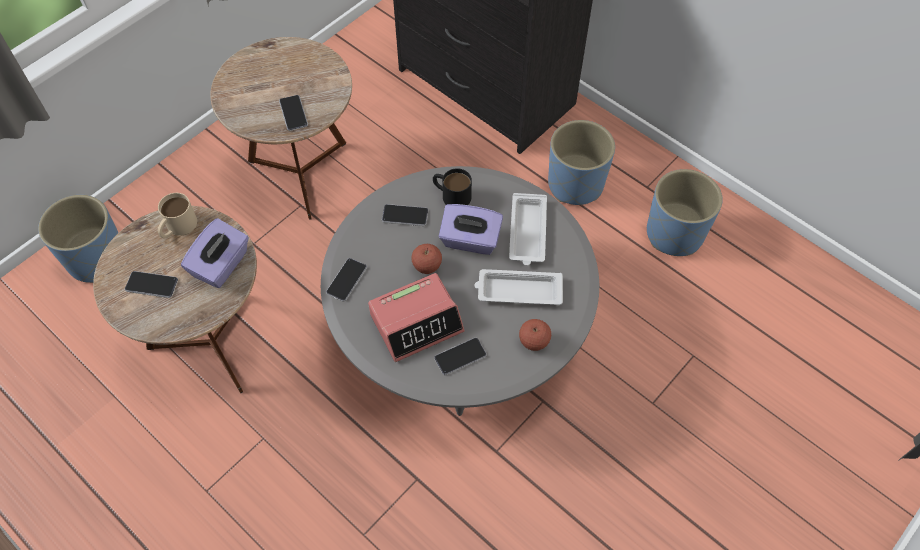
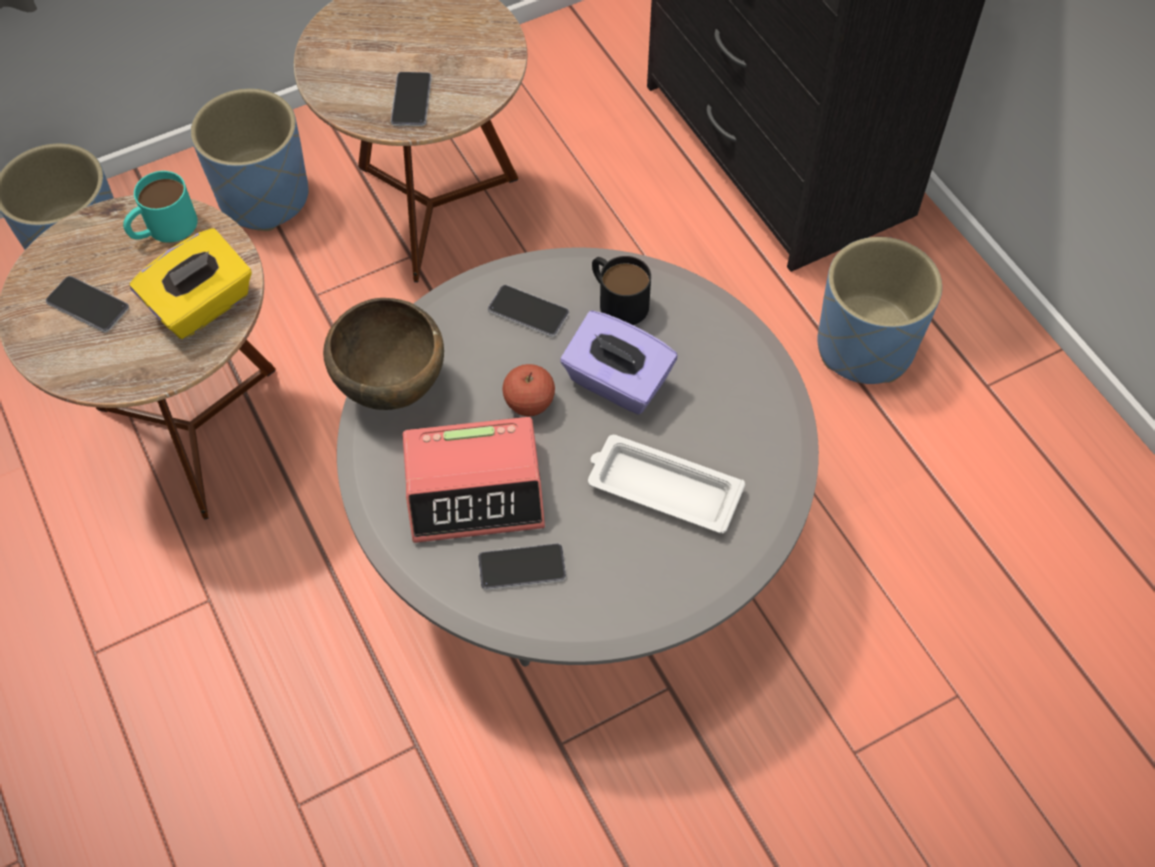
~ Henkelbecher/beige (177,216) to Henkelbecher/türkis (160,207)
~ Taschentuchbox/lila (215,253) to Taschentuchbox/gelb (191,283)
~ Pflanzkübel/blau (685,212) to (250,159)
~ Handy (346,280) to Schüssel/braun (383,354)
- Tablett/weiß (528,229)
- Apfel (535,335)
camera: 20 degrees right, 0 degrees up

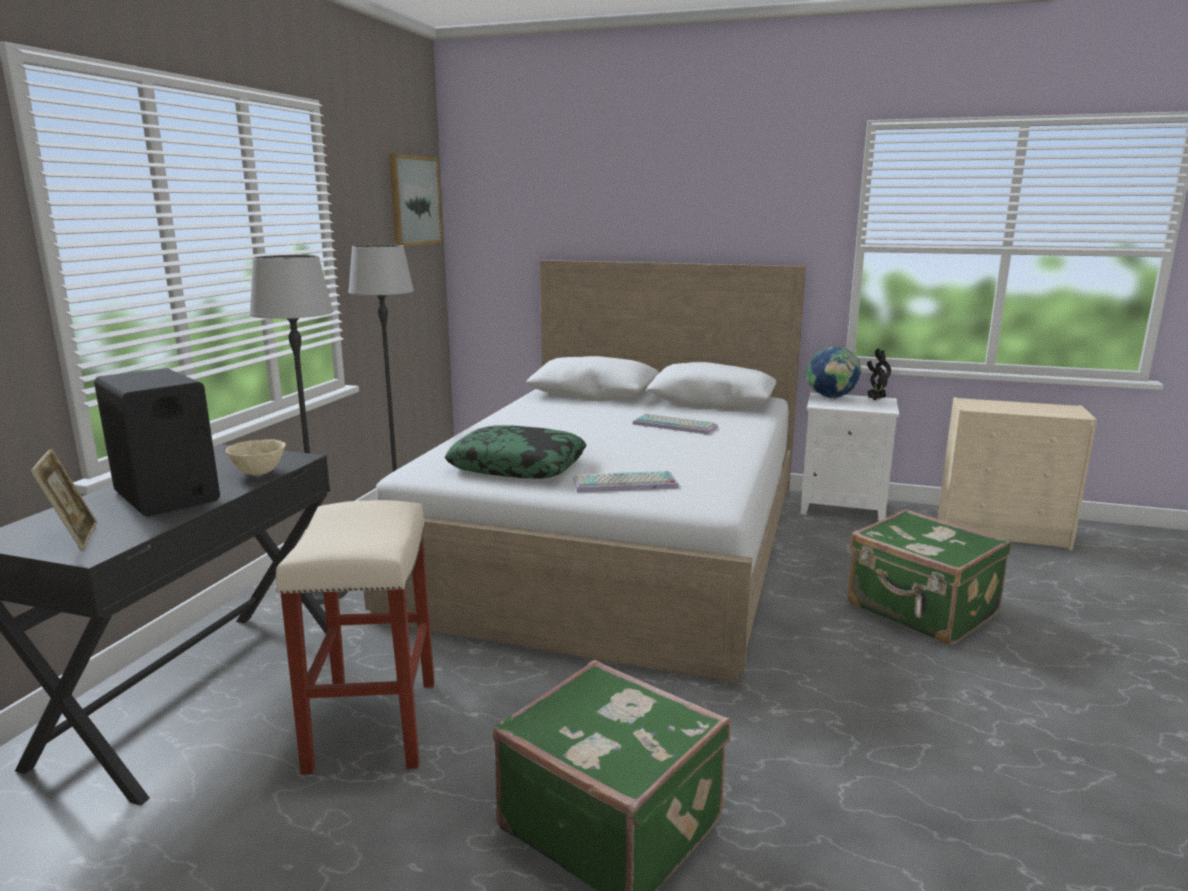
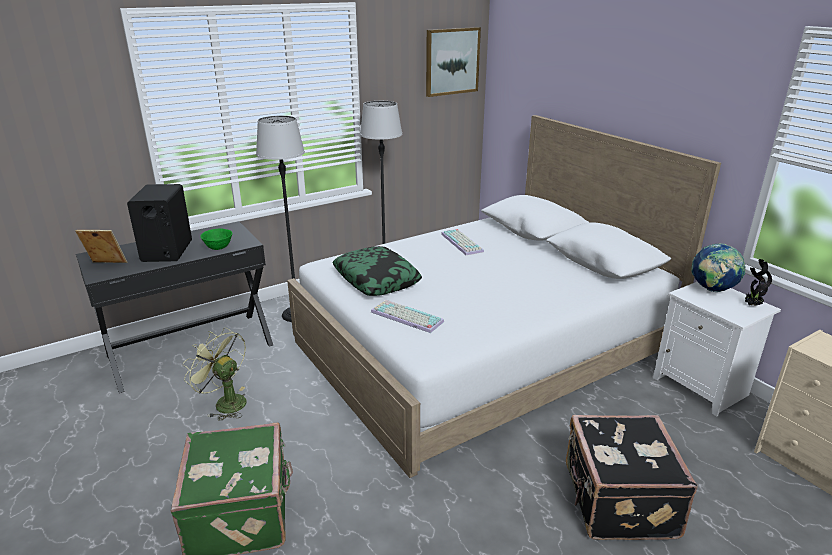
~ Bilderrahmen (64,499) = (101,246) 105 degrees counterclockwise
~ Hocker/beige (355,637) to Ventilator/grün (214,374)
~ Schüssel/beige (256,457) to Schüssel/grün (216,239)
~ Tastatur (675,424) to (462,242)
~ Koffer/grün (930,577) to Koffer/schwarz (631,477)
camera: 40 degrees right, 10 degrees up

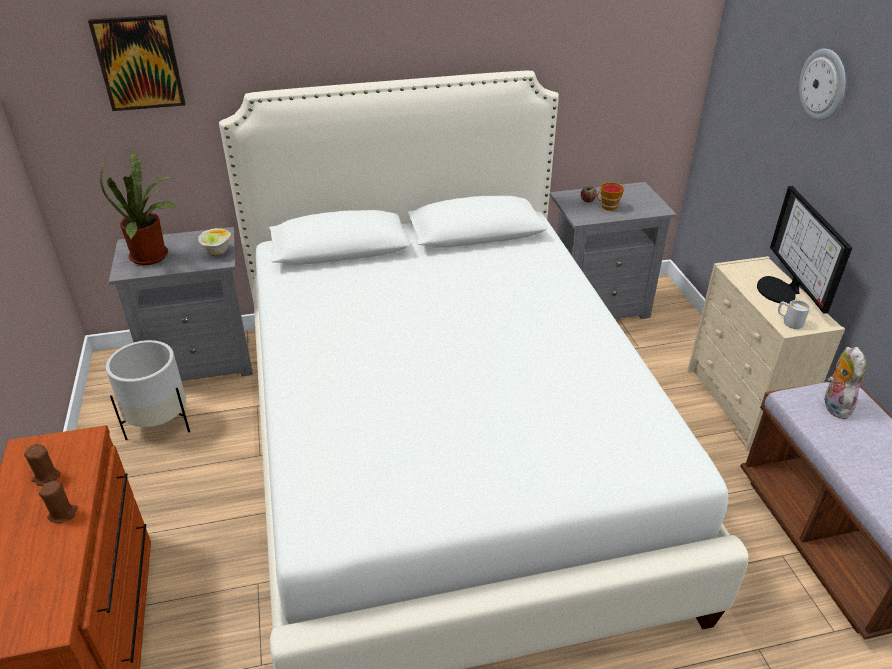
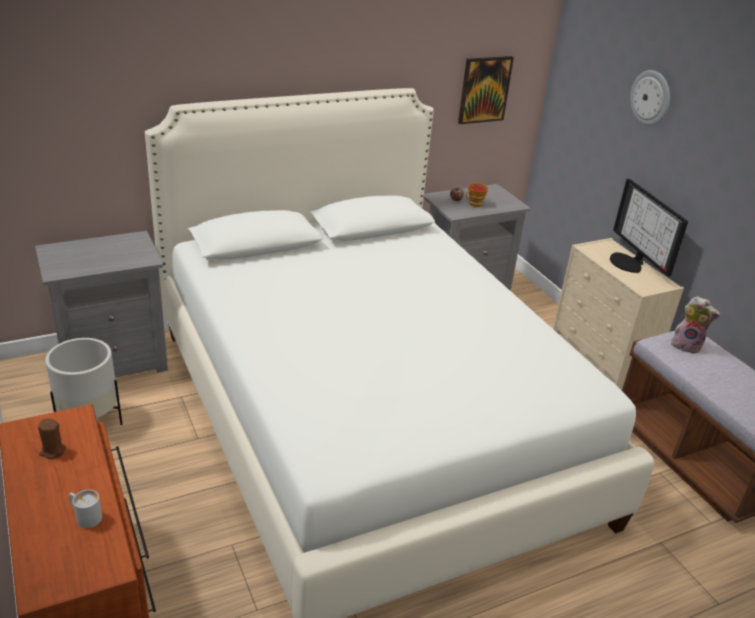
~ Henkelbecher/weiß (794,314) to (85,509)
~ Bild (137,63) to (486,90)
~ Plüschtier (845,383) = (695,325) 120 degrees clockwise
- Kerze/braun (58,502)
- Topfpflanze (138,208)
- Schüssel (214,242)
camera: 15 degrees left, 5 degrees down

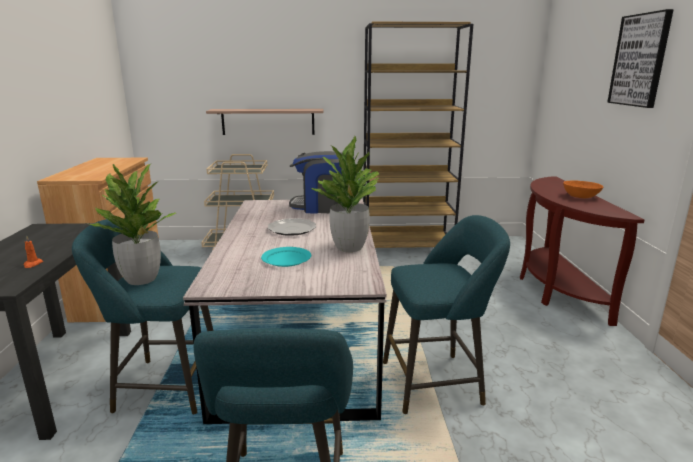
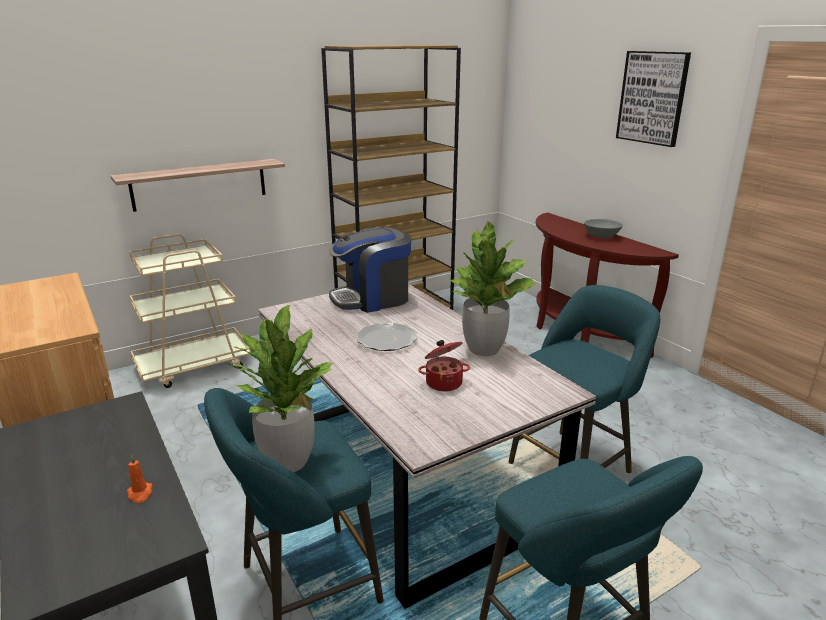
~ Teller/türkis (286,257) to Kochtopf (444,366)
~ Schüssel/orange (583,189) to Schüssel/grau (603,228)
camera: 30 degrees left, 5 degrees up

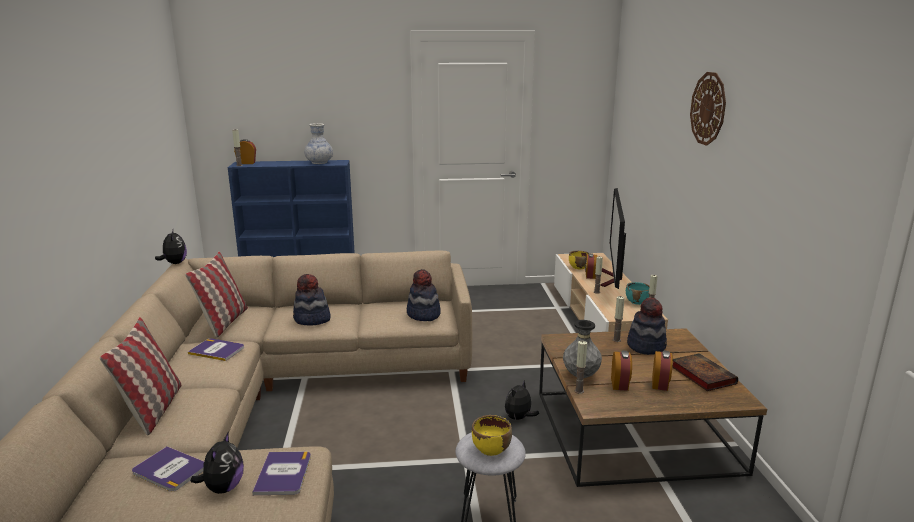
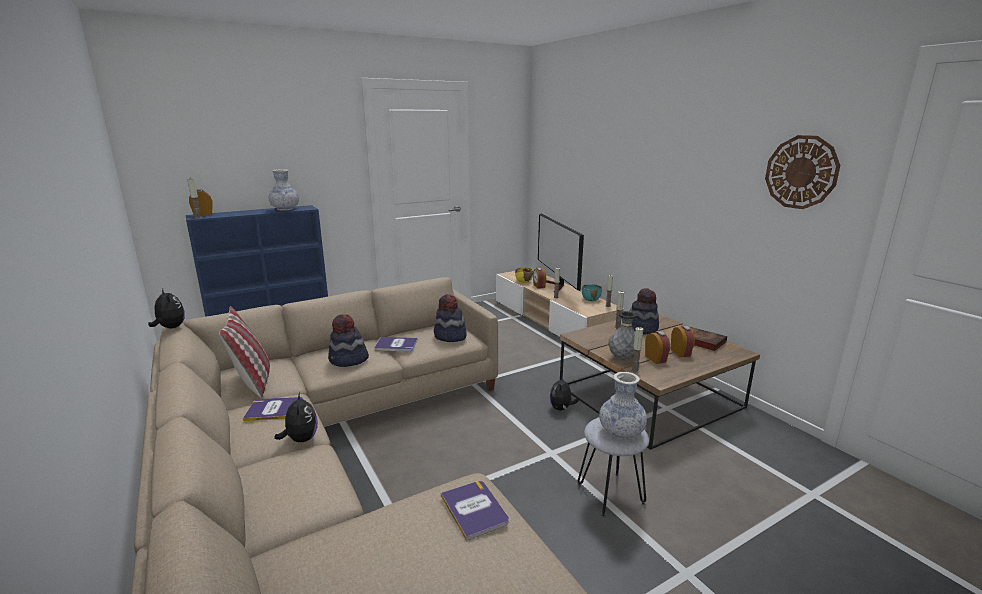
~ Plüschtier (217,462) to (296,417)
~ Buch (168,469) to (396,344)
~ Schüssel/gelb (492,435) to Vase (623,406)
~ Wanduhr (708,109) to (803,172)
- Kissen (140,376)
camera: 25 degrees left, 0 degrees up

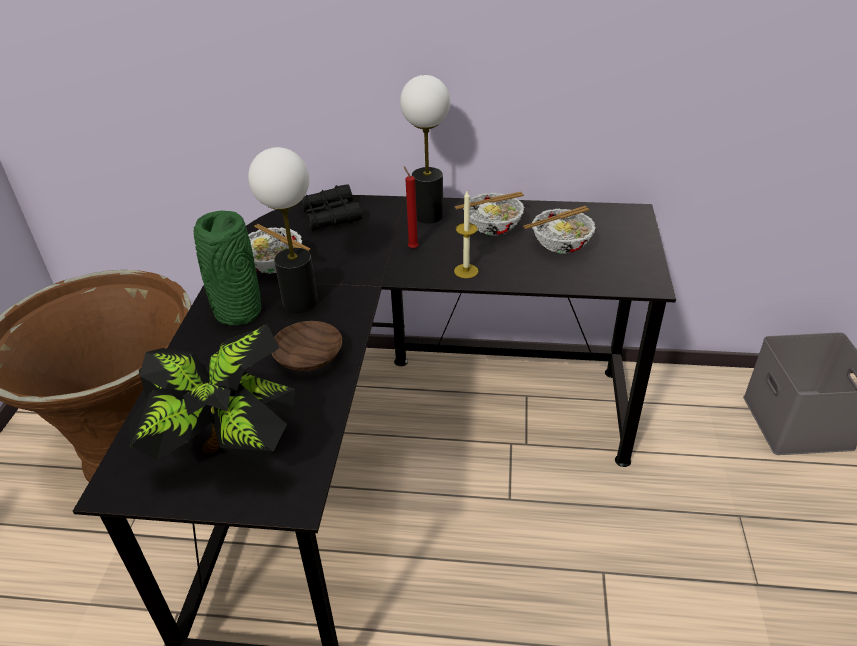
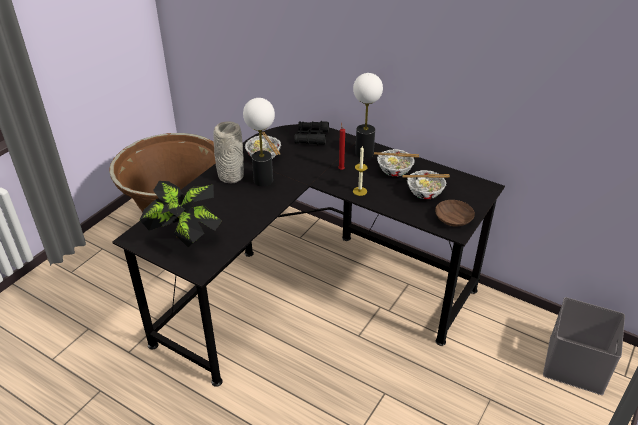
~ Vase/grün (227,268) to Vase/grau (228,152)
~ Schüssel/braun (306,346) to (455,213)
camera: 25 degrees right, 0 degrees up

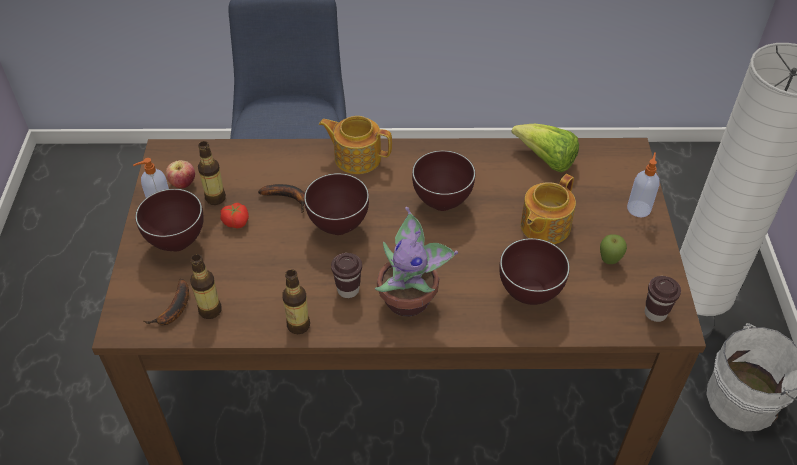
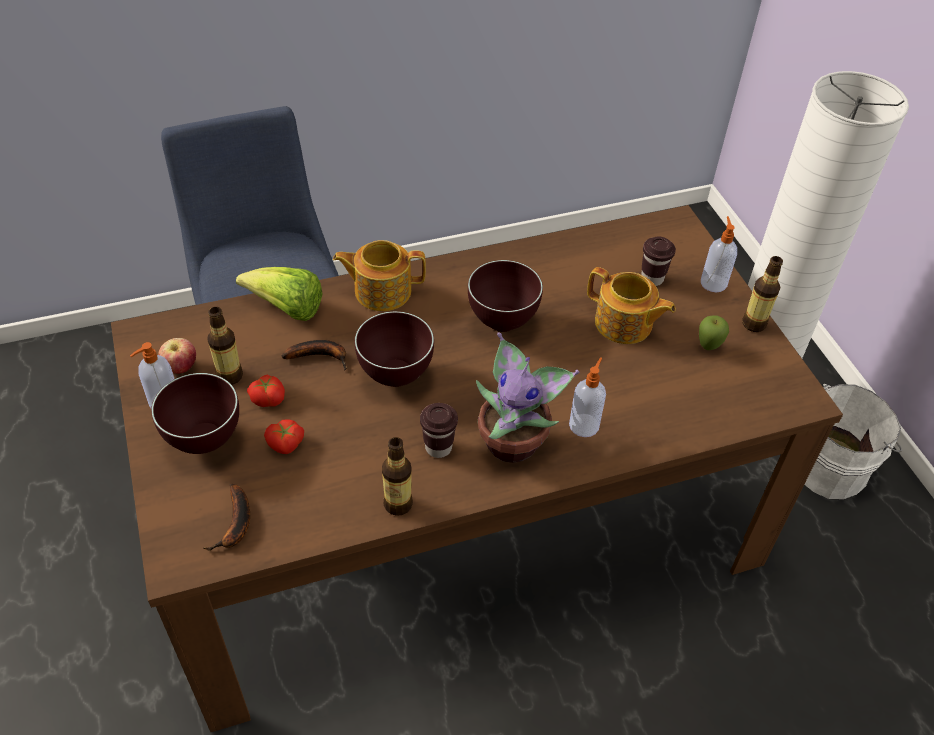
~ Salatkopf (545,148) to (279,294)
+ Tomate (284,436)
+ Seifenspender (587,397)
~ Teekanne (548,209) = (631,305) 75 degrees counterclockwise
~ Tasse/braun (663,299) to (658,261)
~ Flasche (206,286) to (762,294)
- Schüssel/braun (534,271)
camera: 20 degrees left, 0 degrees up

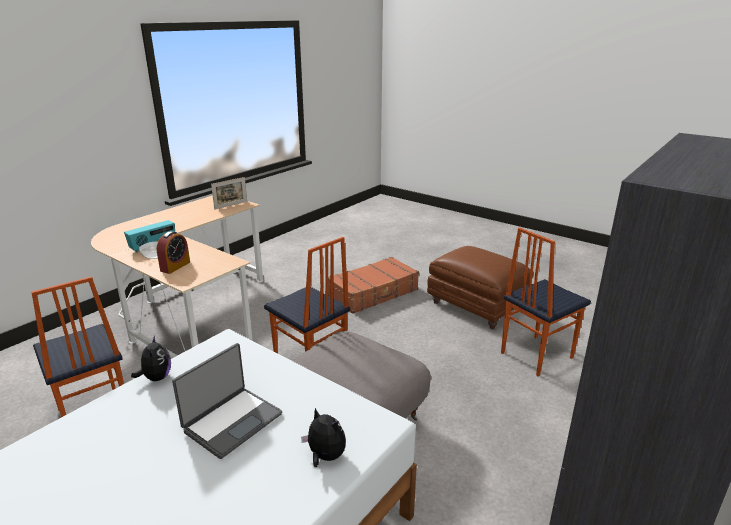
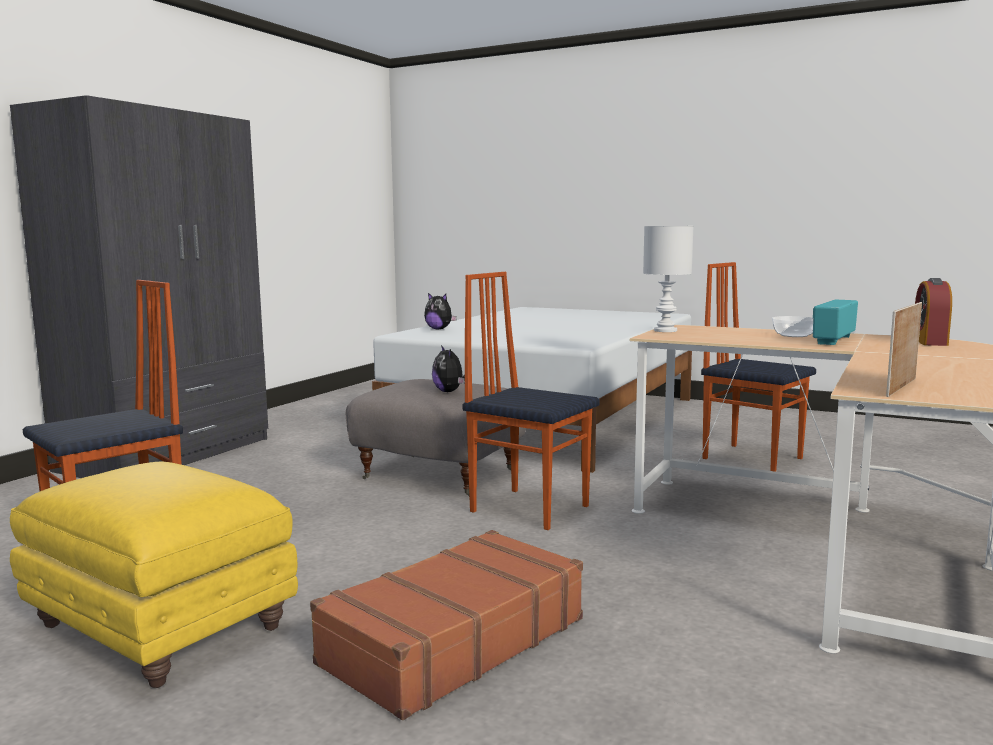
~ Polsterhocker/braun (480,287) to Polsterhocker/gelb (154,574)
~ Plüschtier (151,358) to (448,368)
+ Tischlampe/weiß (668,279)
~ Wecker (173,252) to (933,312)
- Laptop (227,401)
camera: 170 degrees right, 15 degrees down

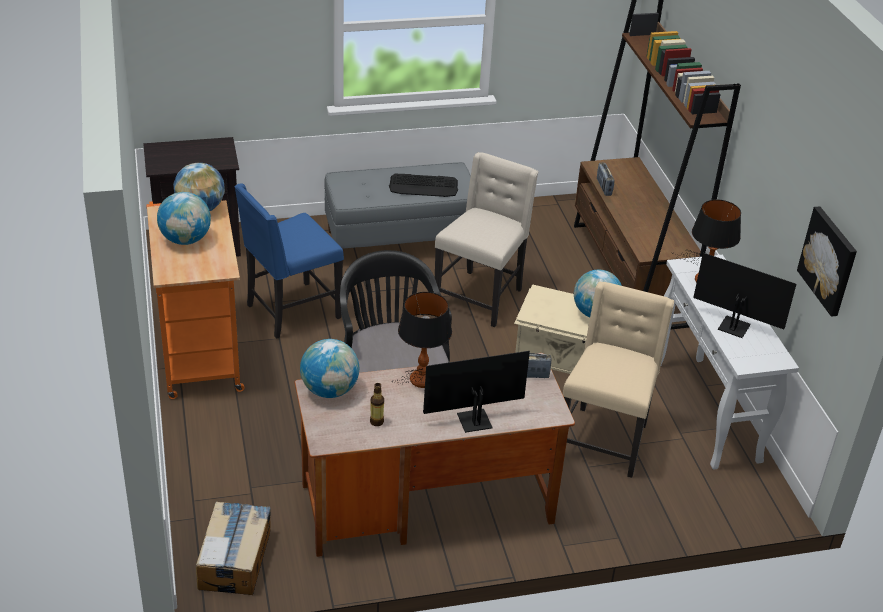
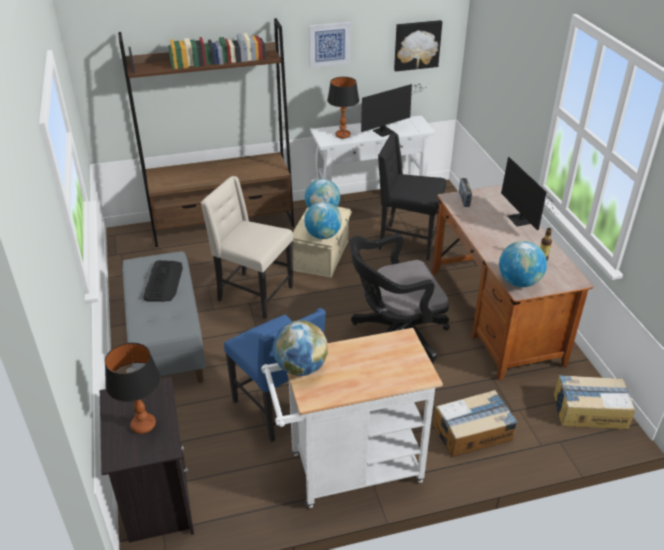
~ Tischlampe (425,340) to (133,388)
~ Rollwagen/orange (195,299) to Rollwagen/weiß (352,418)
~ Globus (184,218) to (323,220)
+ Bild (330,45)
~ Monitor (735,293) = (390,110) 150 degrees counterclockwise
~ Stuhl/beige (618,380) to Stuhl/schwarz (412,196)
+ Karton (475,423)
- Radio (605,179)
camera: 90 degrees left, 0 degrees up

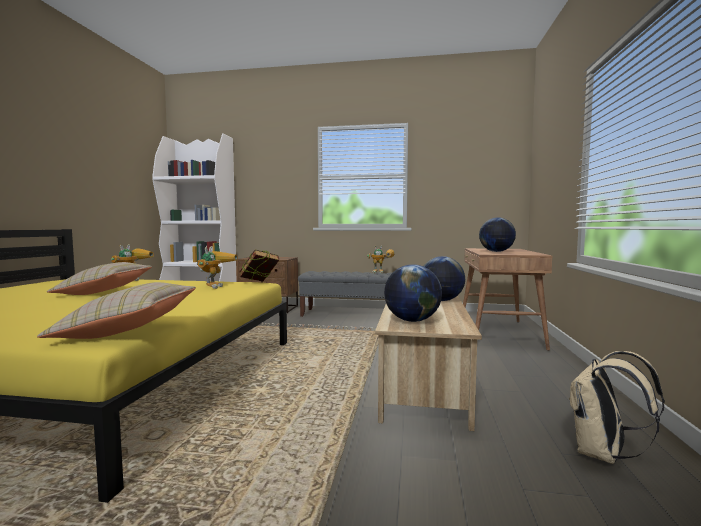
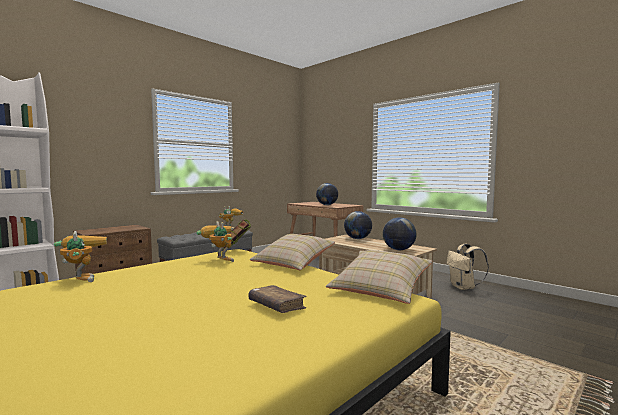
+ Buch/braun (277,299)
~ Kissen/beige (99,278) to (292,252)
camera: 55 degrees left, 0 degrees up

